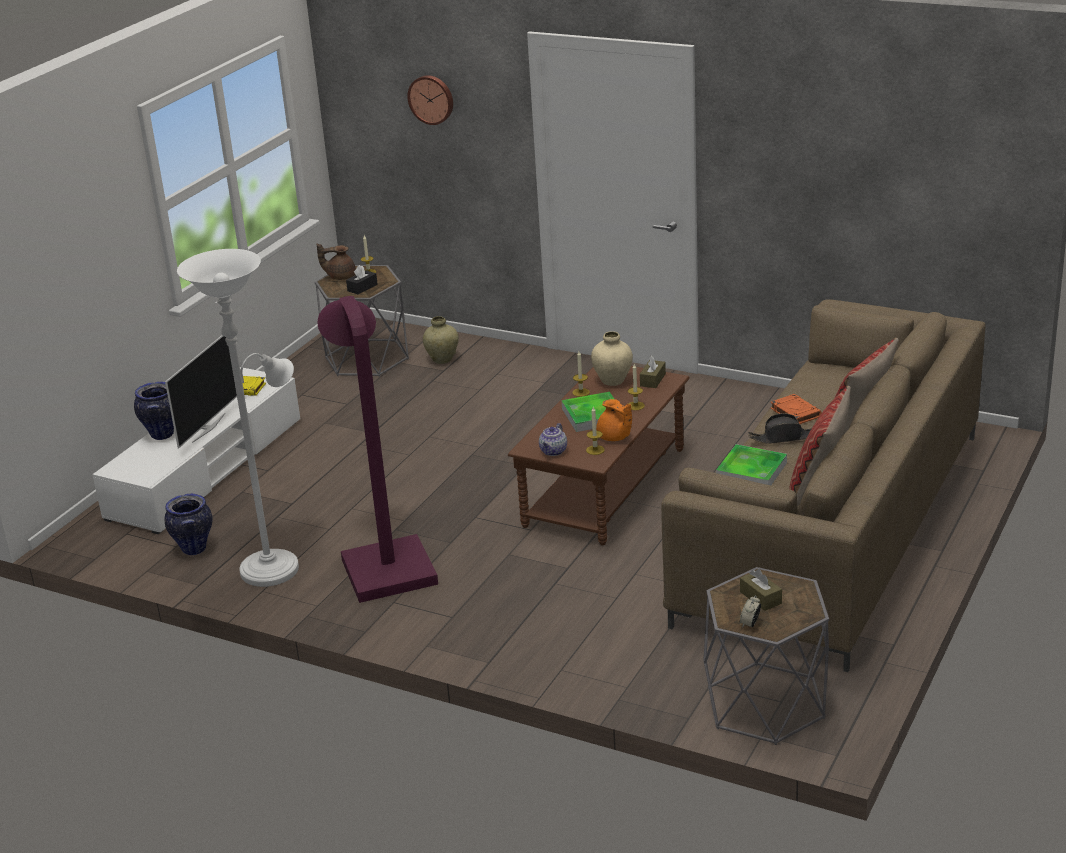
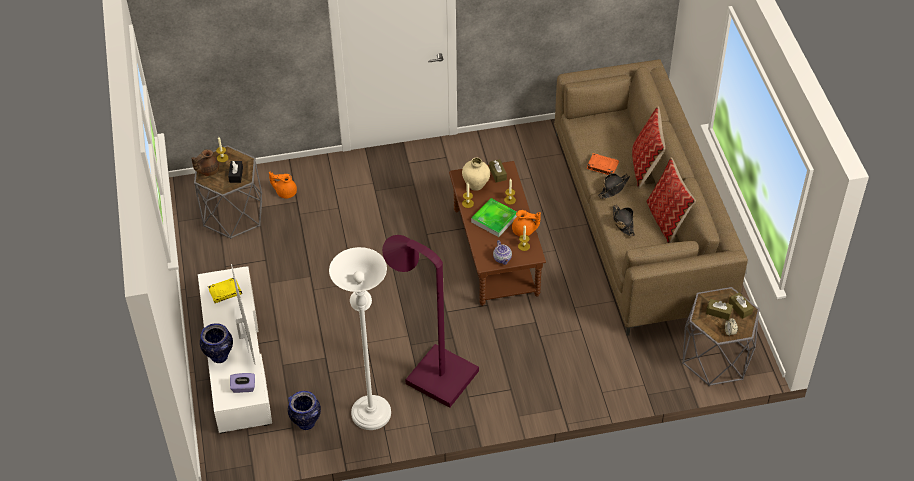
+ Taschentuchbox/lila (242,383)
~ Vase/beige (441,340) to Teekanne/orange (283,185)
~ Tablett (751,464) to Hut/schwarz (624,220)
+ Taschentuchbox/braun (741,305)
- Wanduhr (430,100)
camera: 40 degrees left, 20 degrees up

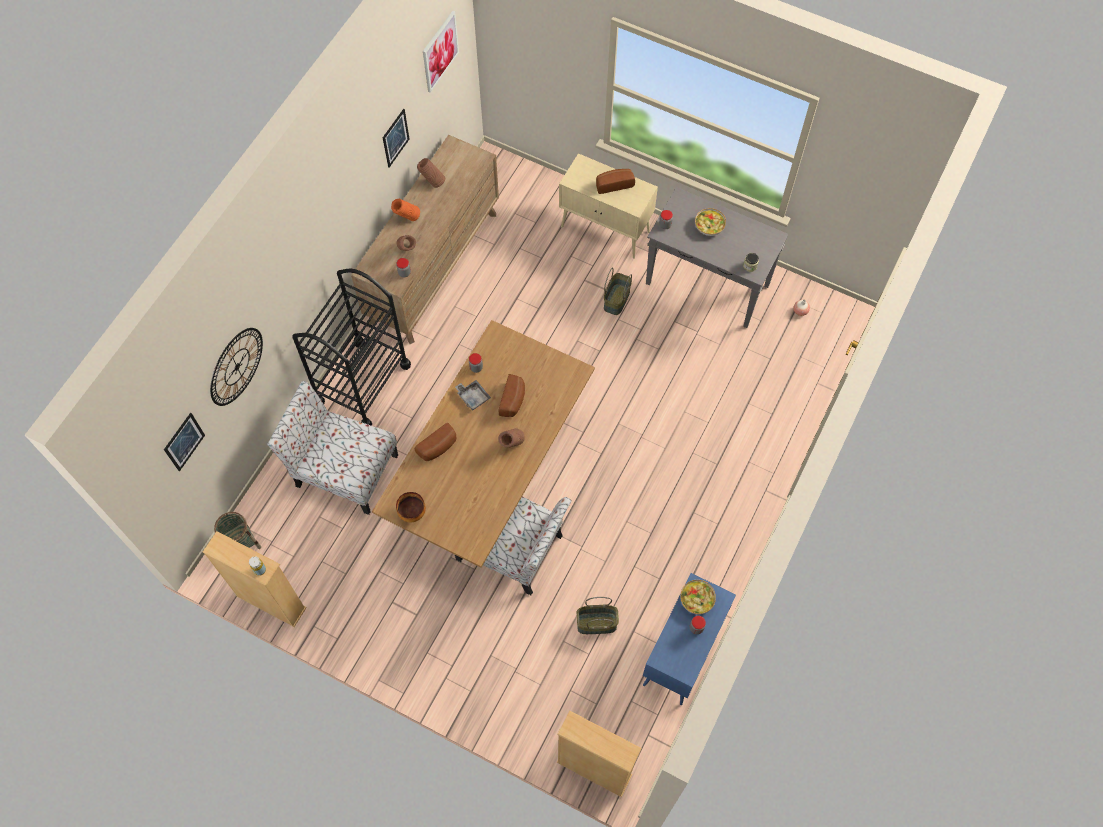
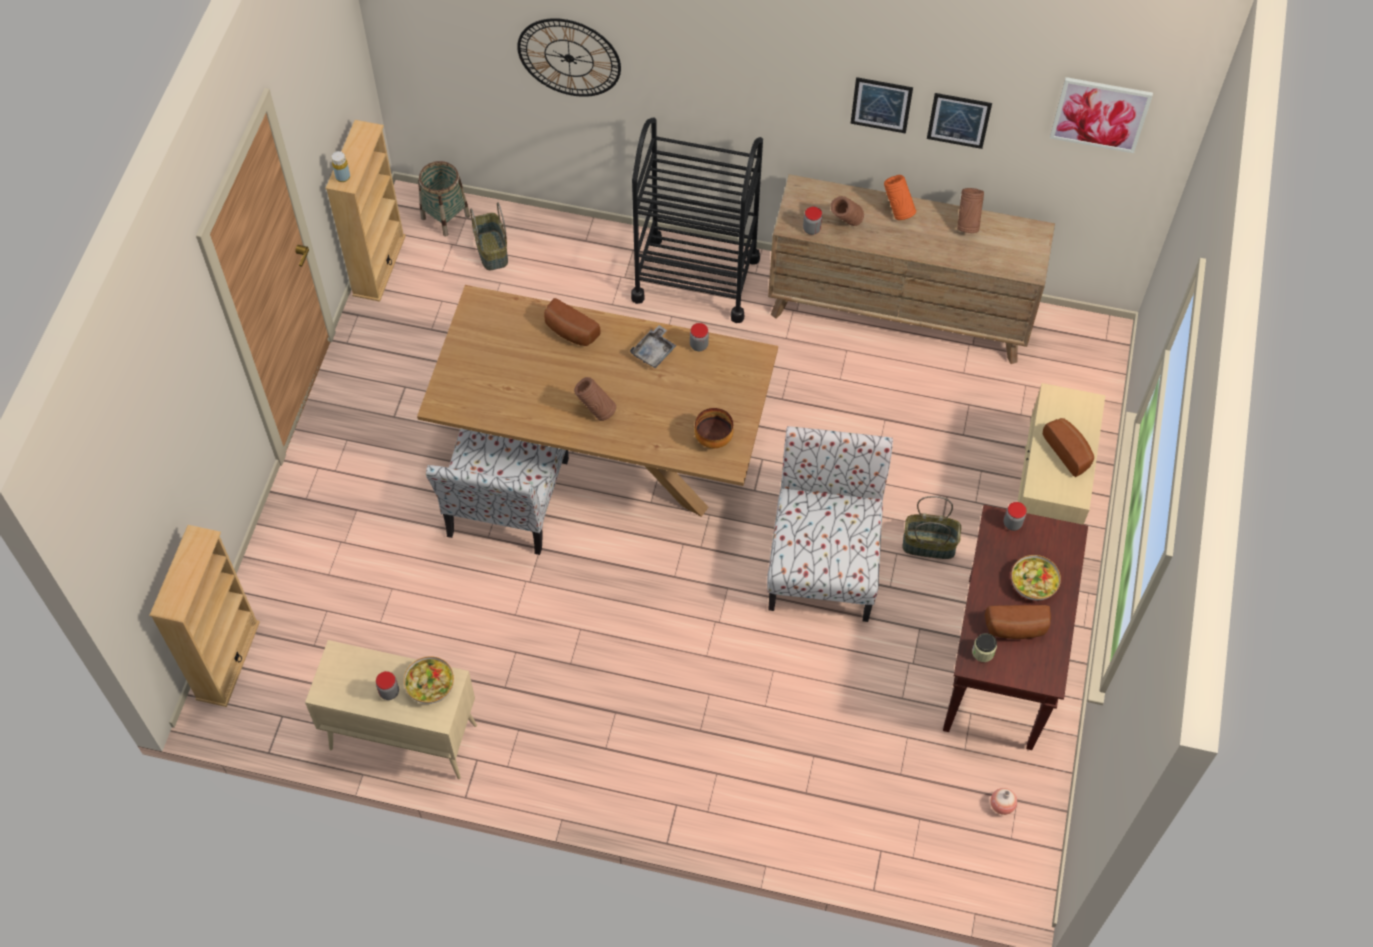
~ Schrank/blau (689,639) to Schrank/beige (391,709)
~ Korb (598,615) to (489,236)
~ Schüssel (411,507) to (713,428)
~ Stuhl (332,448) to (830,524)
~ Bild (184,442) to (882,105)
~ Konsolentisch/grau (717,257) to Konsolentisch/braun (1015,627)
~ Brot (512,395) to (1018,622)
camera: 75 degrees right, 5 degrees down

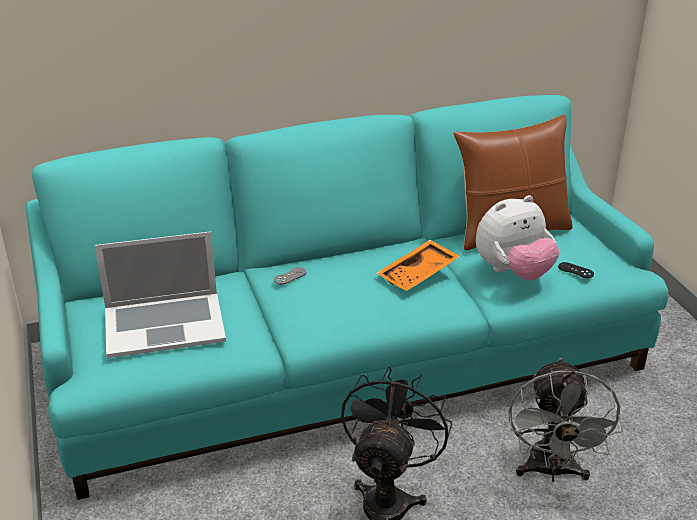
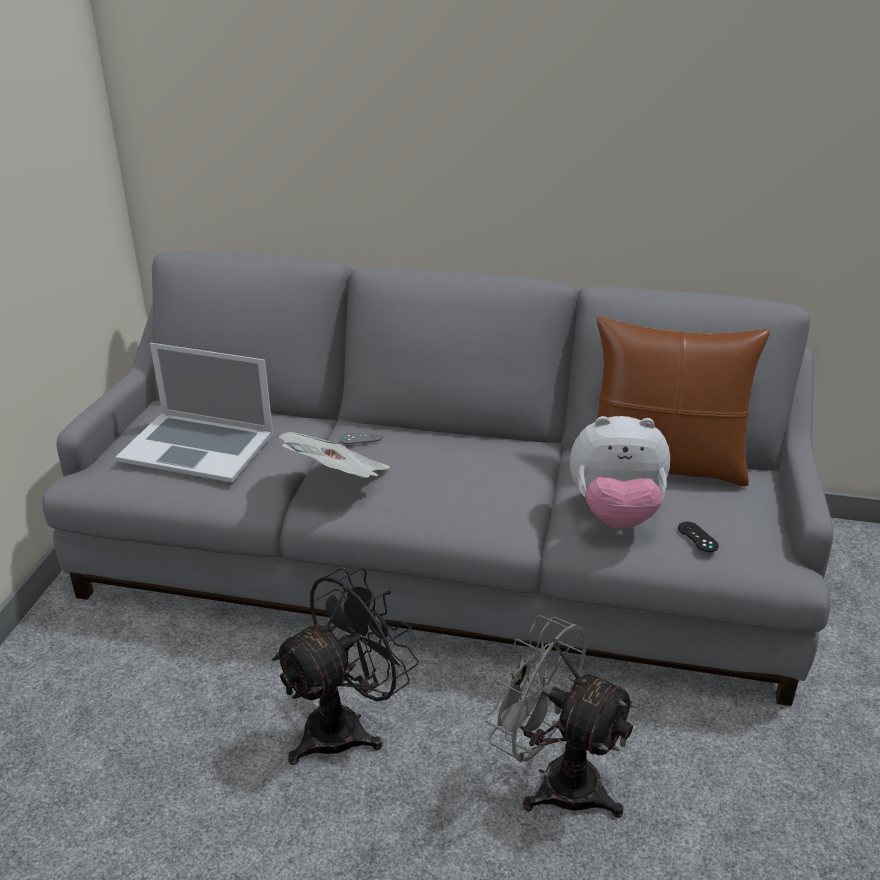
~ Sofa/türkis (347,297) to Sofa/grau (437,478)
+ Zeitung (334,455)
~ Ventilator/grau (566,420) = (561,716) 90 degrees clockwise
- Tablett/orange (418,265)
camera: 30 degrees right, 0 degrees up

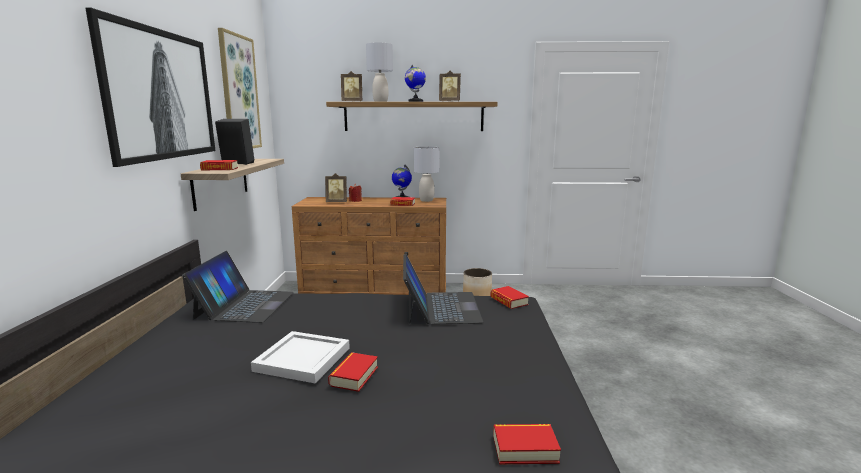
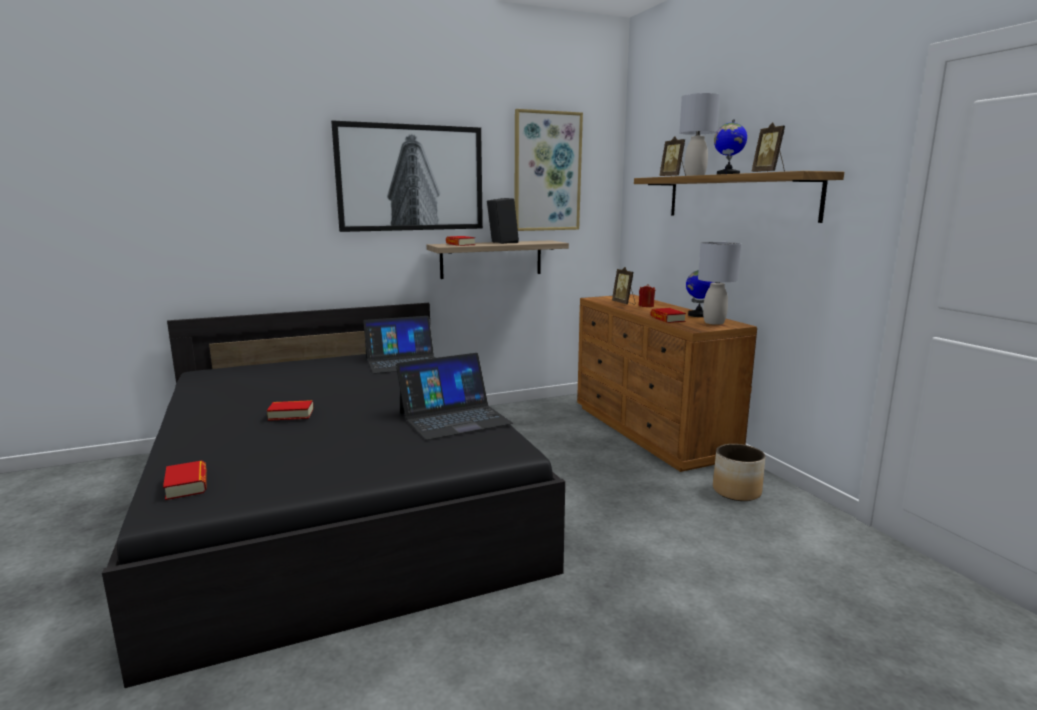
- Tablett/weiß (300,357)
- Buch (509,297)
camera: 65 degrees right, 0 degrees up

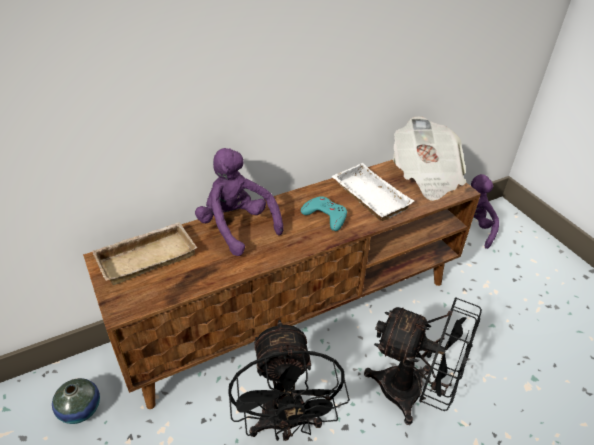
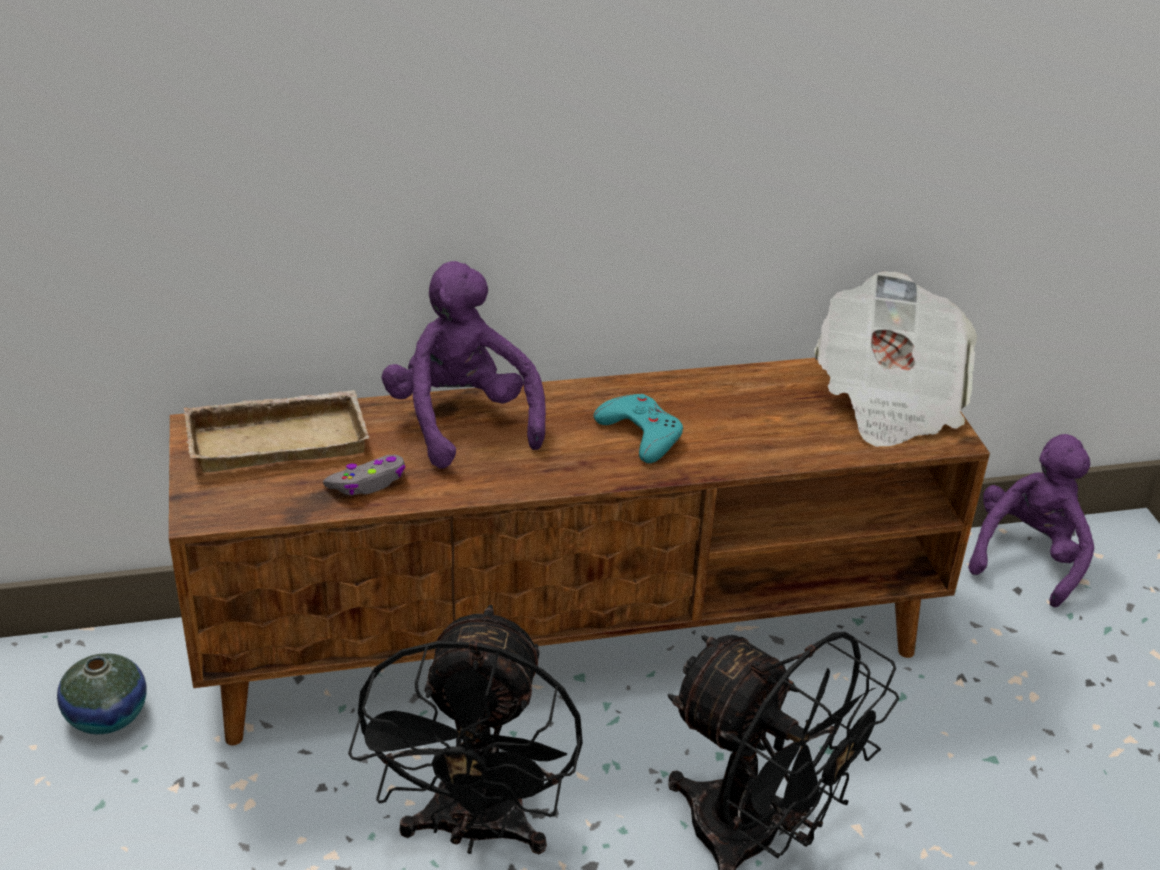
+ Gamepad/grau (364,474)
- Tablett/weiß (372,192)
camera: 15 degrees right, 5 degrees down

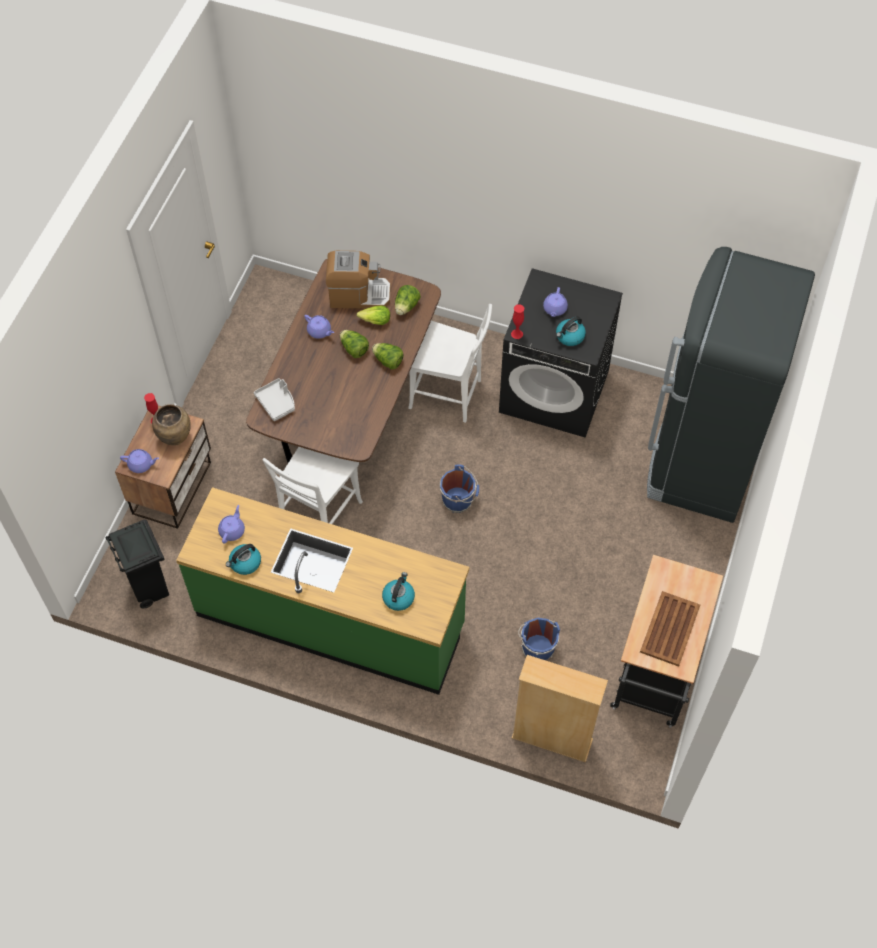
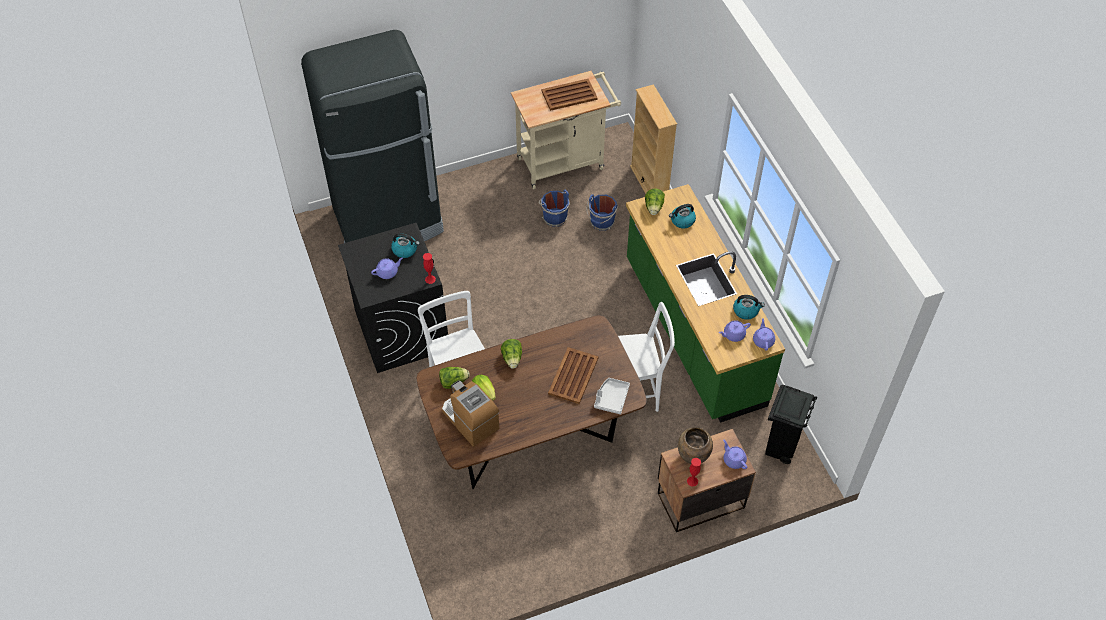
~ Rollwagen/schwarz (666,641) to Rollwagen/beige (566,130)
~ Eimer/blau (459,488) to (554,208)
+ Tablett/braun (573,375)
~ Salatkopf (354,344) to (655,202)
~ Teekanne/lila (319,327) to (764,334)
camera: 130 degrees left, 5 degrees down

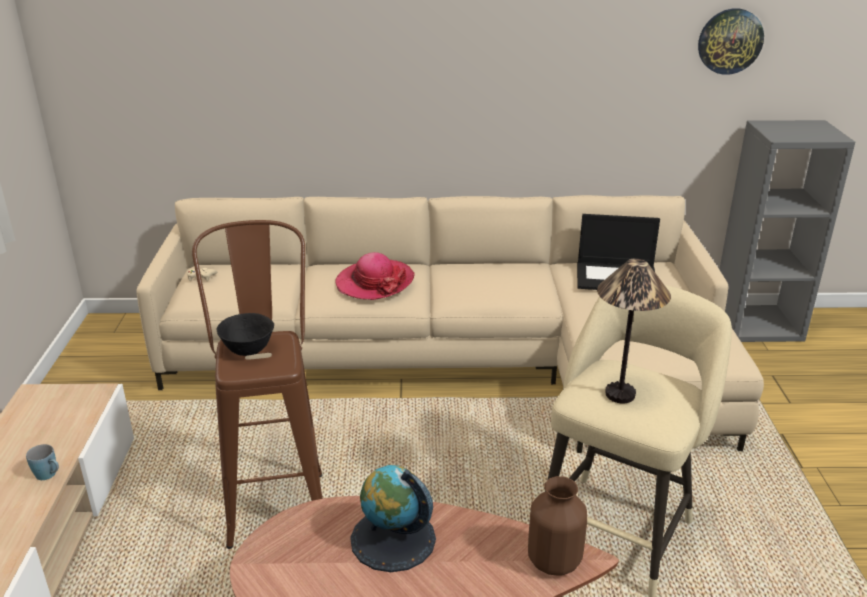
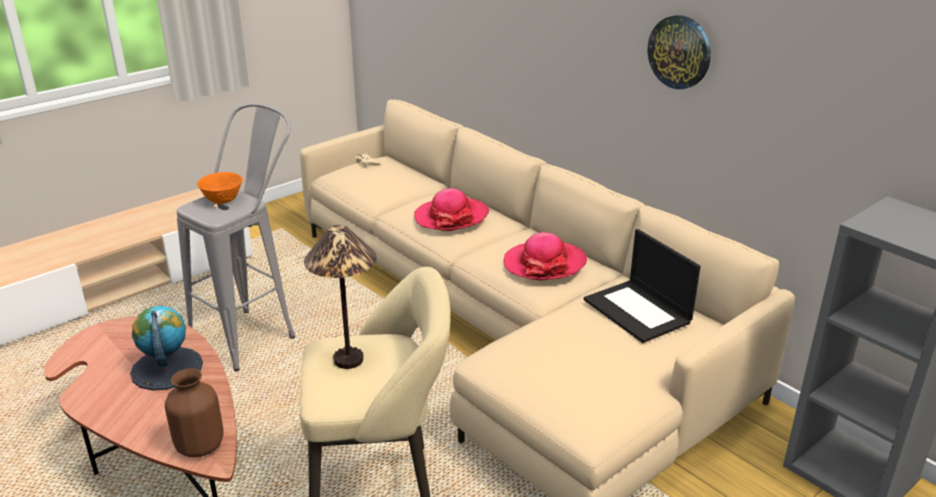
~ Hocker/braun (257,384) to Hocker/grau (236,237)
~ Schüssel/schwarz (245,334) to Schüssel/orange (220,188)
+ Hut (545,256)
~ Wanduhr (731,41) to (679,52)
- Henkelbecher/blau (42,462)
camera: 50 degrees right, 0 degrees up

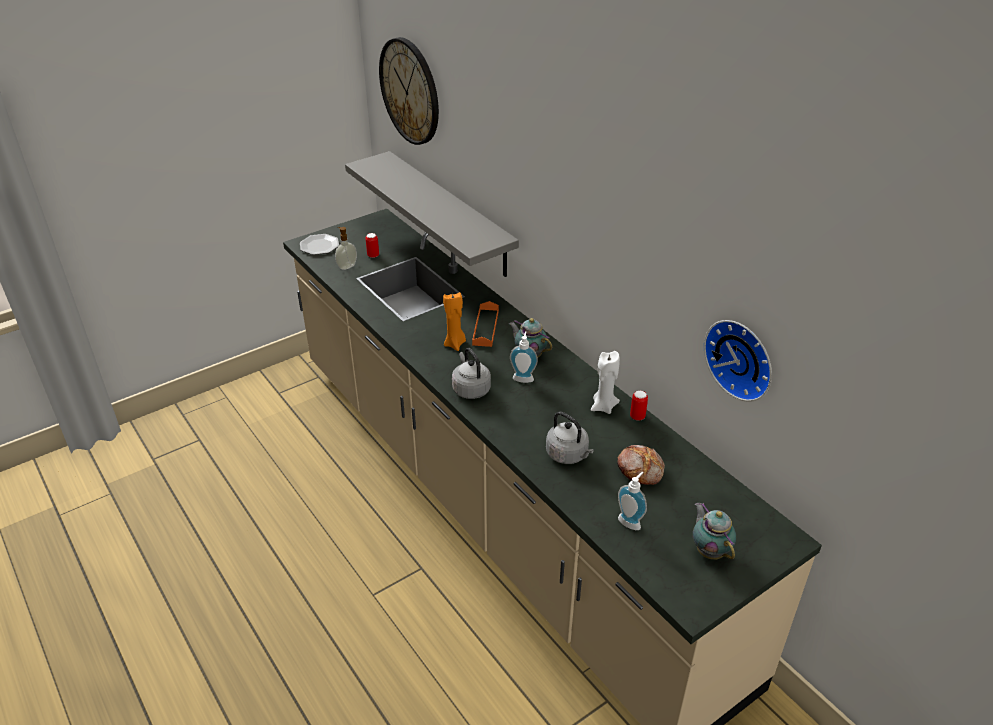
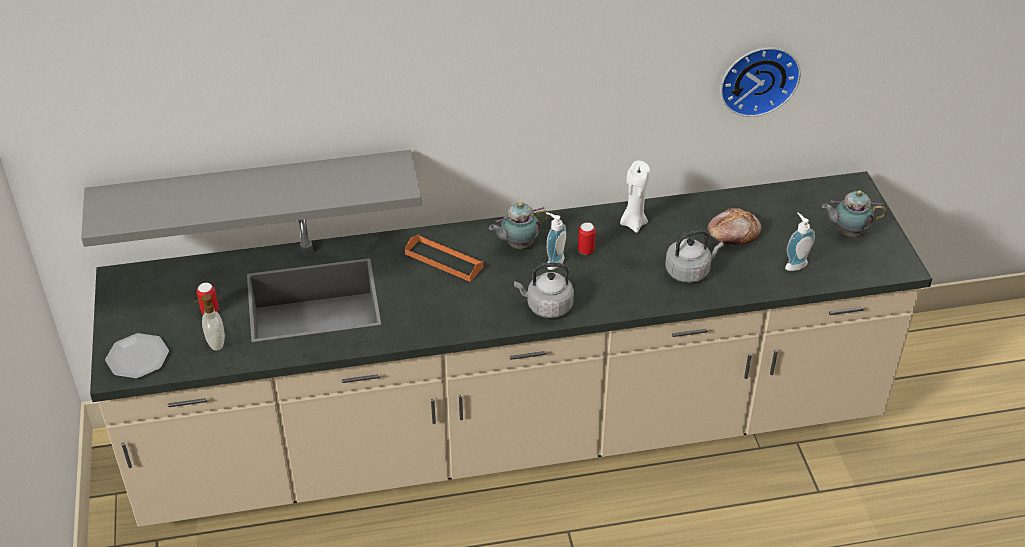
~ Dose (639,406) to (587,238)
- Wanduhr (409,91)
- Kerze/orange (454,321)
camera: 65 degrees left, 5 degrees up

